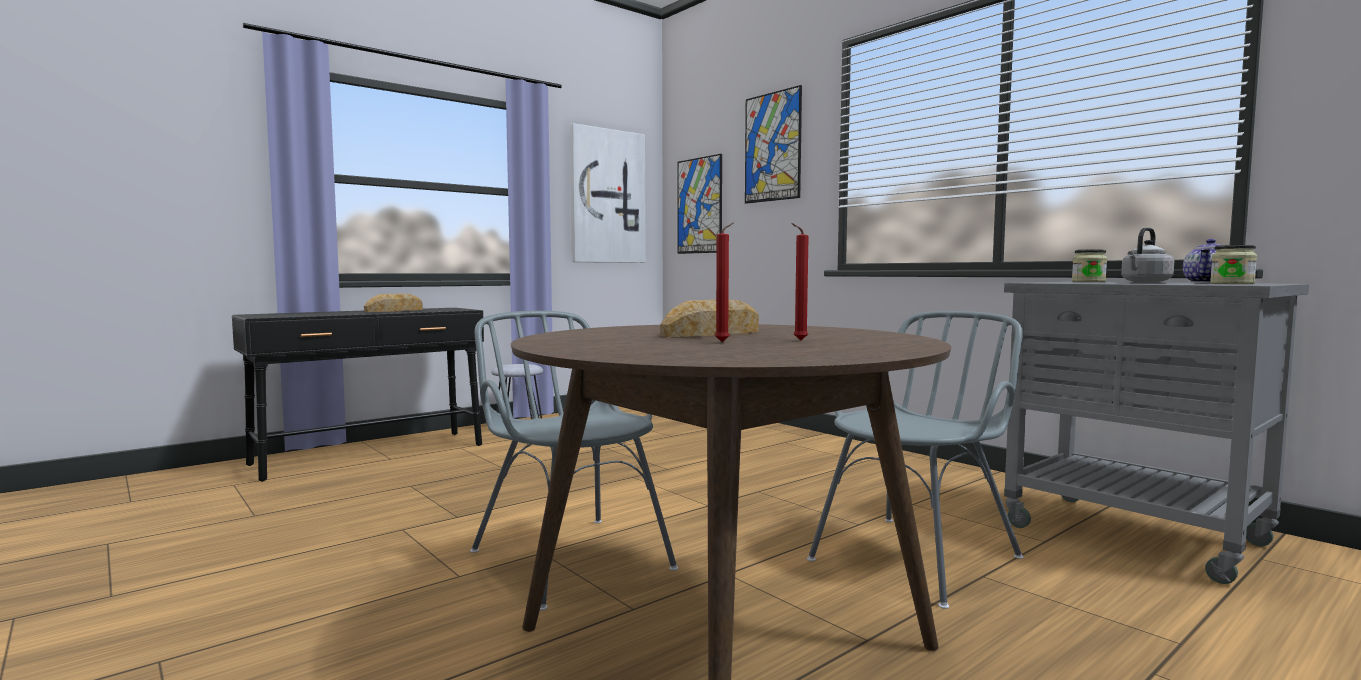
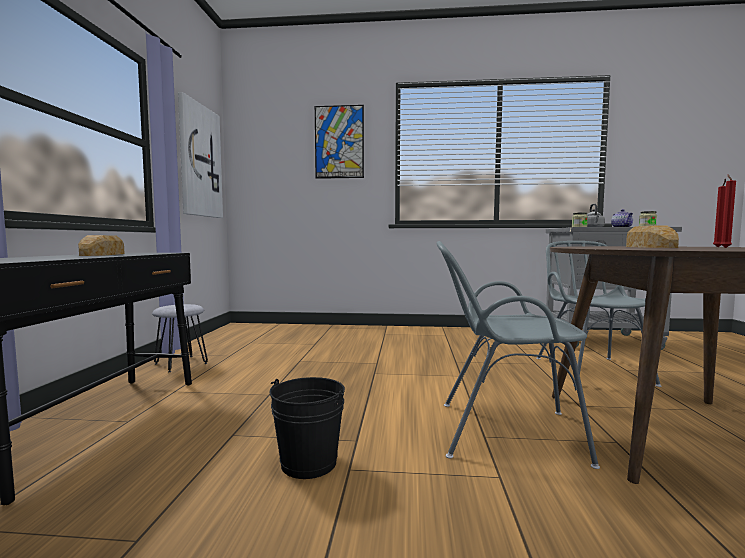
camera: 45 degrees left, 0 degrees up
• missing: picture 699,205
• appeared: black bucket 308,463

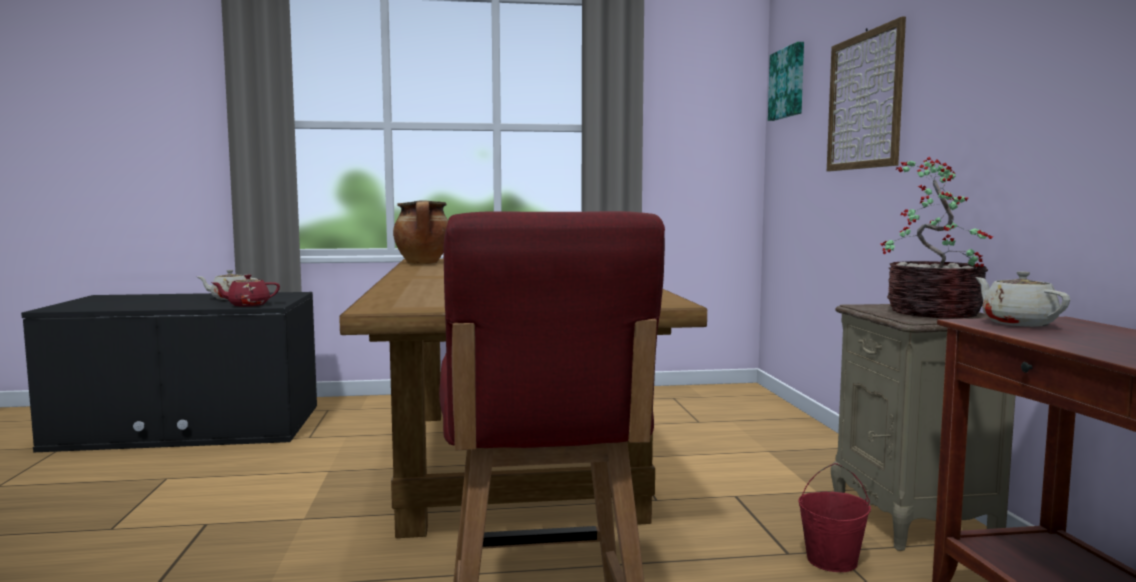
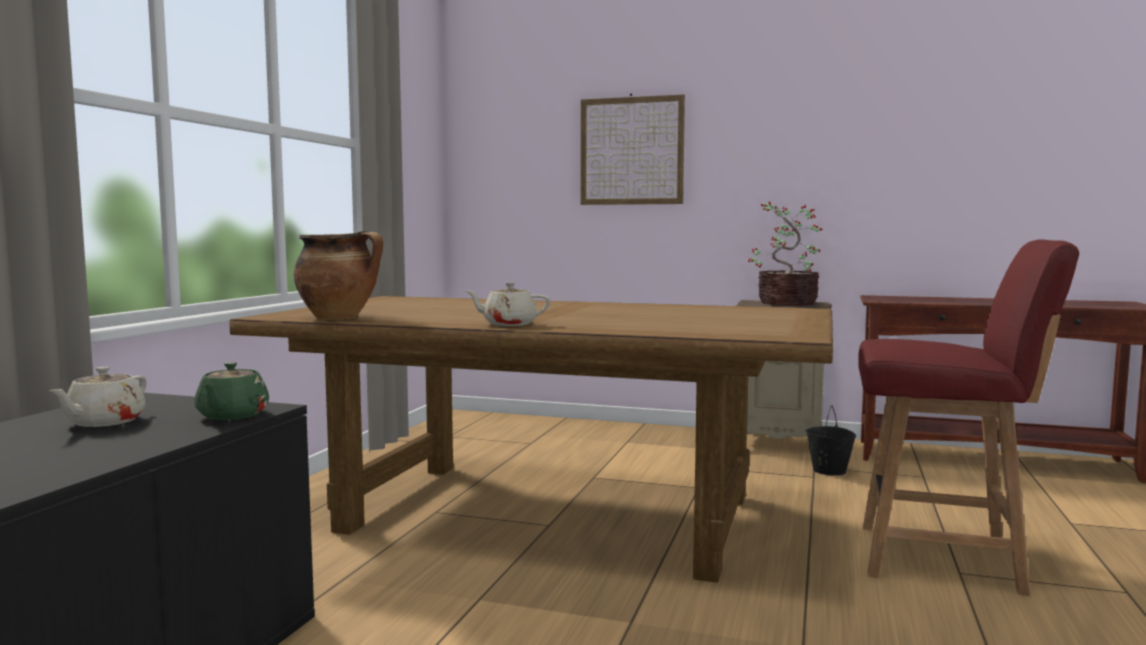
camera: 65 degrees left, 0 degrees up
• colour: red teapot 247,305 to green teapot 232,416
• missing: picture 788,83
• colour: red bucket 831,560 to black bucket 828,471
• relocated: beige teapot 1017,323 to 508,324

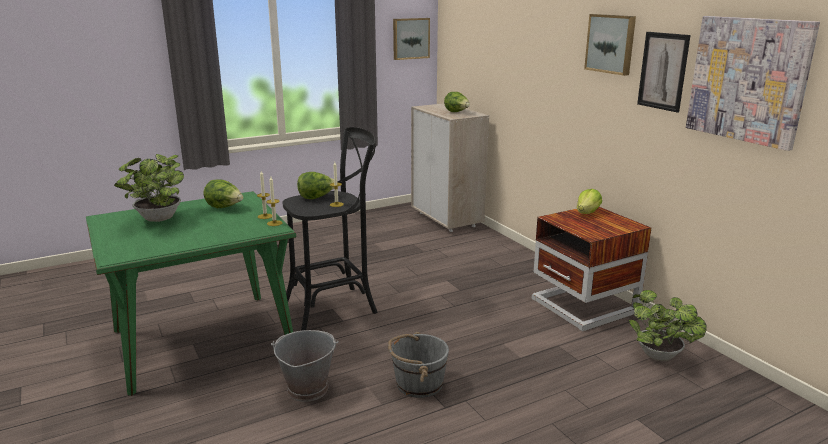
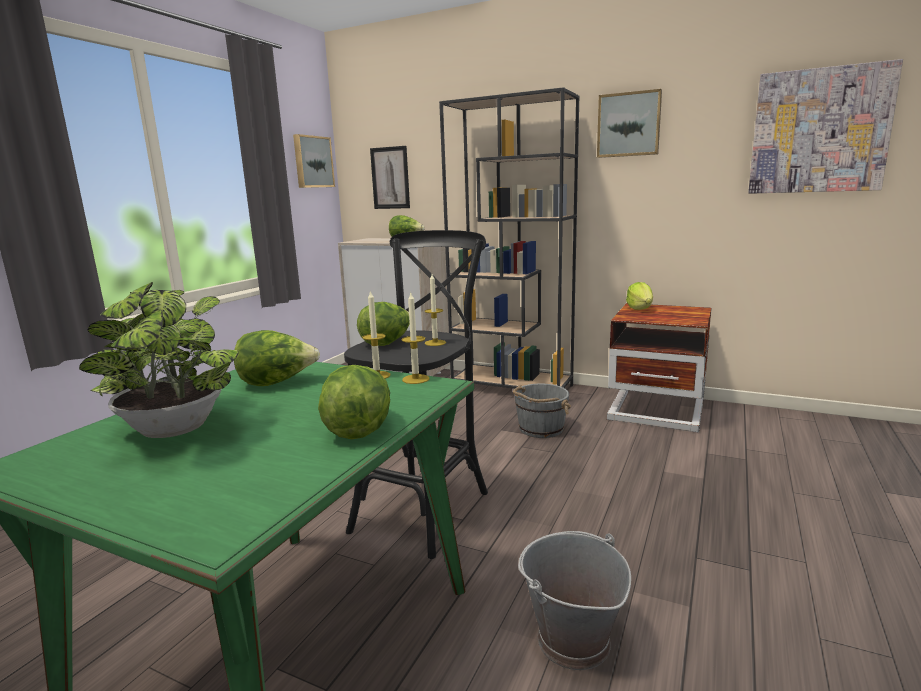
camera: 35 degrees left, 5 degrees down
• relocated: grey bucket 418,384 to 540,429
• missing: potted plant 661,357
• relocated: picture 663,71 to 390,178
• appeared: lettuce 358,428
• appeared: bookcase 512,387

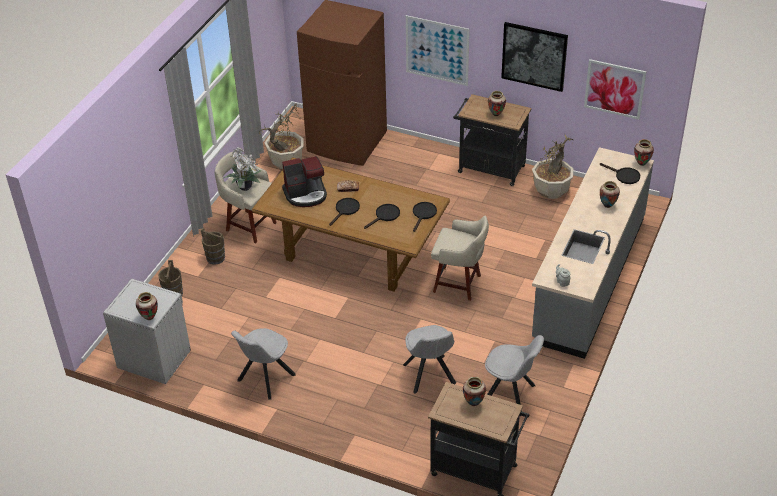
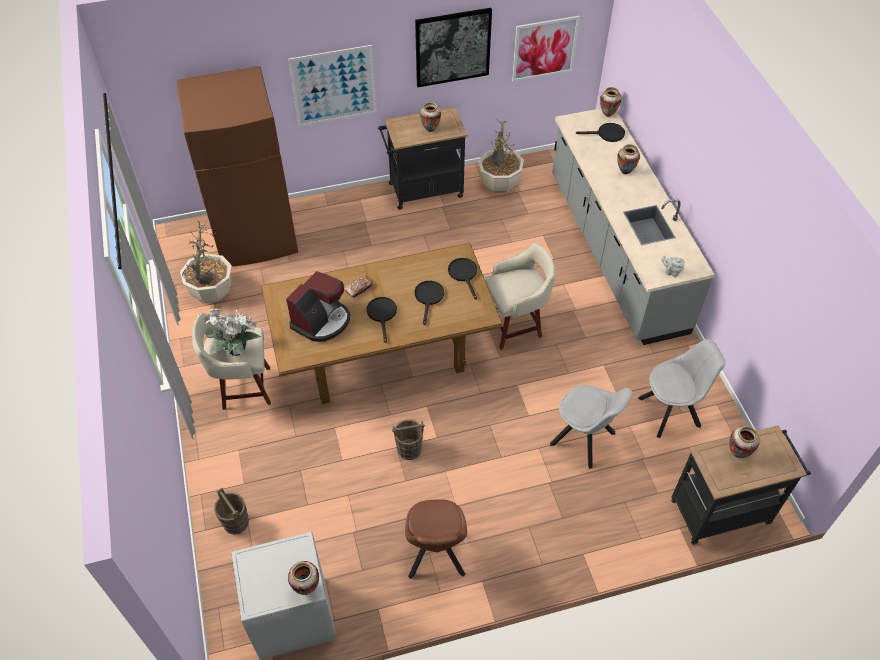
camera: 40 degrees left, 10 degrees up
• relocated: brown bucket 215,258 to 409,449
• colour: grey chair 265,378 to brown chair 435,555

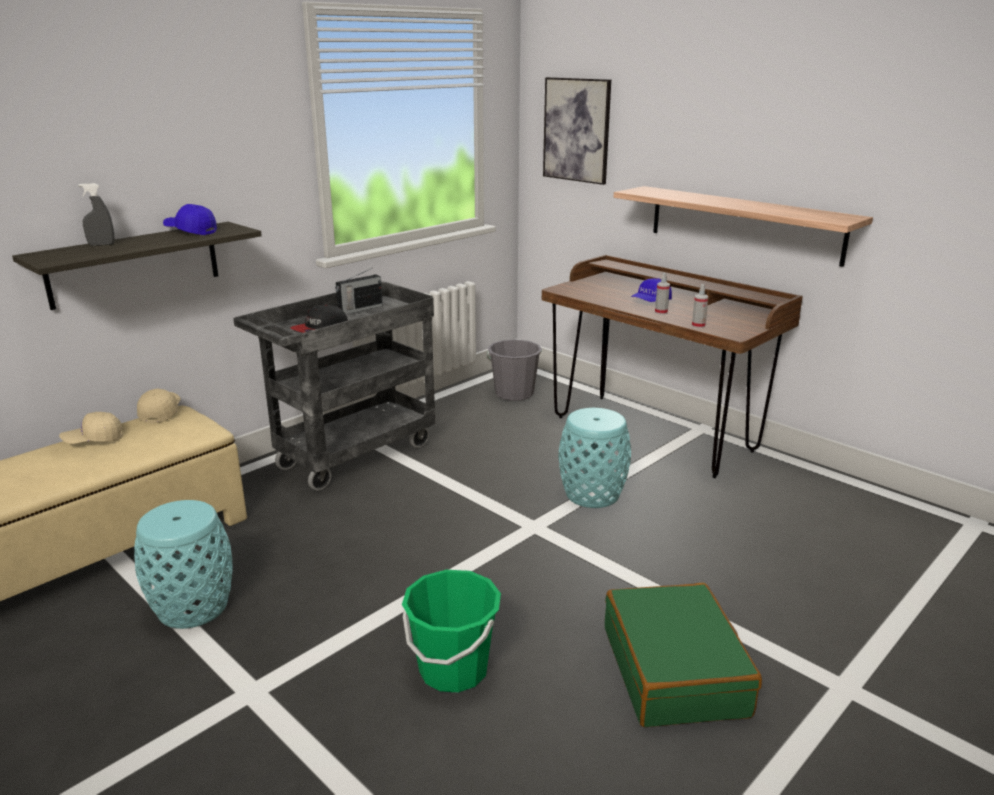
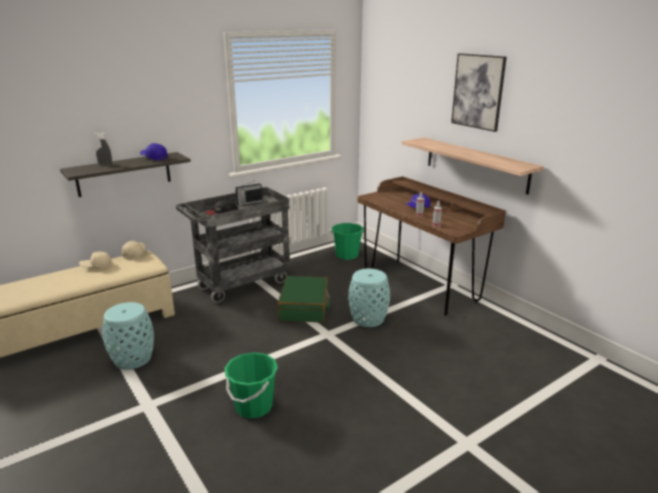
camera: 10 degrees right, 0 degrees up
• colour: grey bucket 514,394 to green bucket 347,255
• relocated: picture 576,130 to 478,91
• relocated: green suitcase 675,671 to 304,307

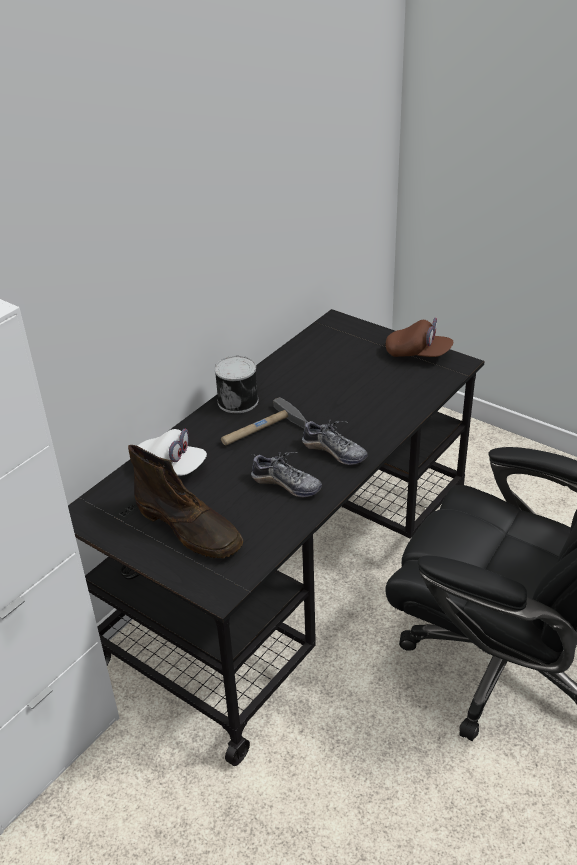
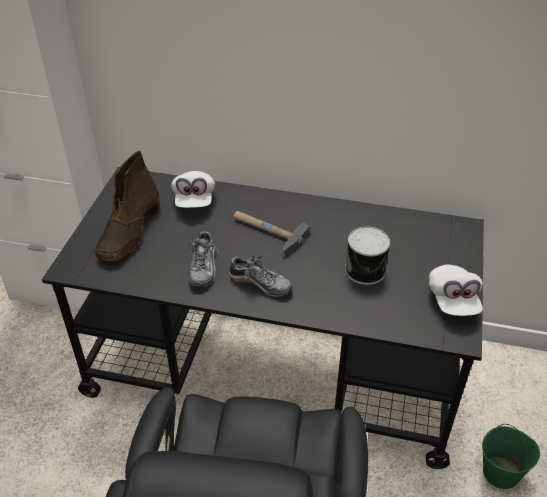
camera: 65 degrees right, 5 degrees up
• relocated: can 238,400 to 366,270
• spun: shoe 334,451 = 260,283 75 degrees counterclockwise
• colour: brown cap 418,354 to white cap 452,300
• appeared: green bucket 501,472

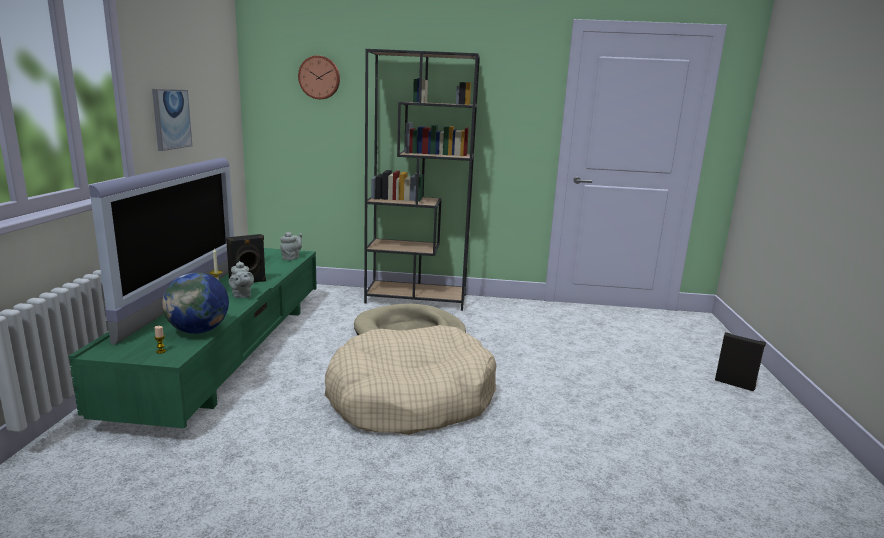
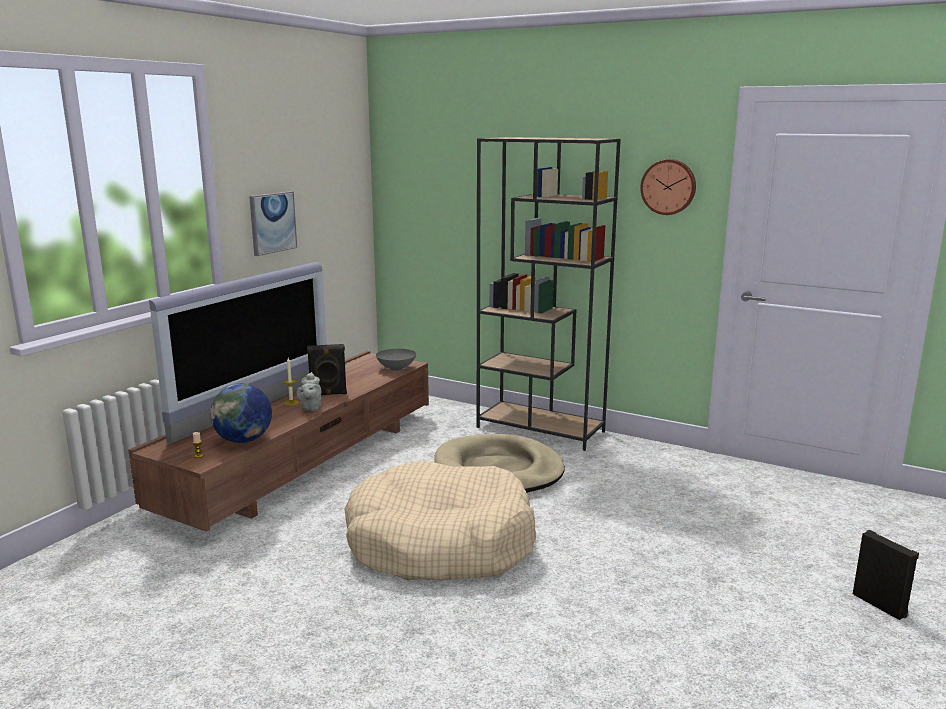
camera: 25 degrees right, 0 degrees up
• colour: green tv stand 228,349 to brown tv stand 304,461
• exchanged: grey teapot 291,257 to grey bowl 395,368
• relocated: wall clock 319,77 to 668,187

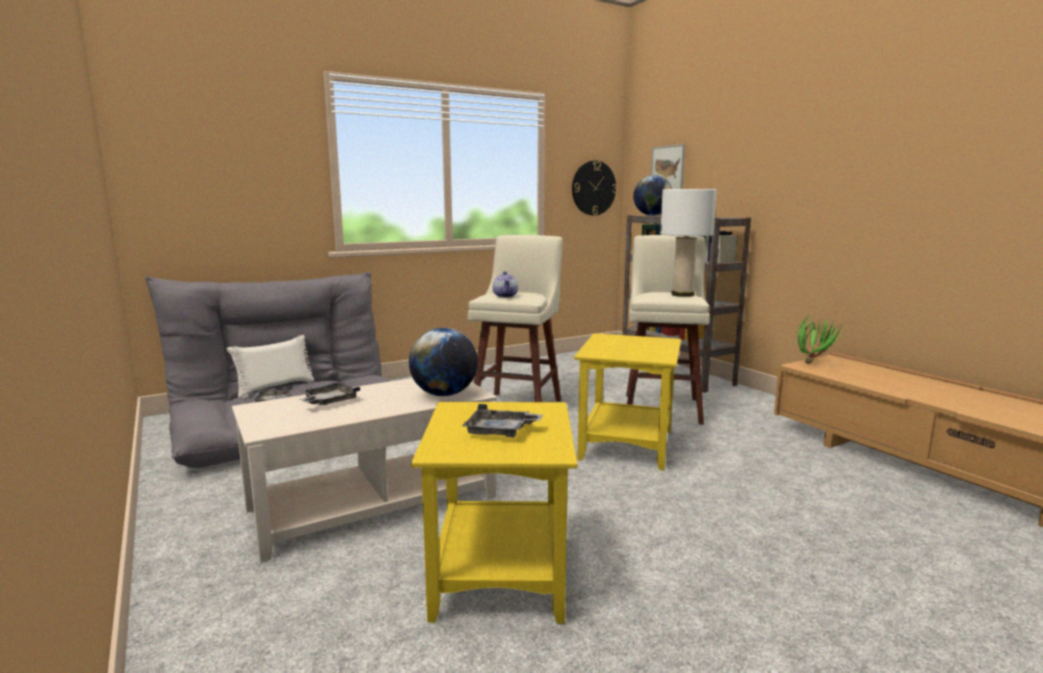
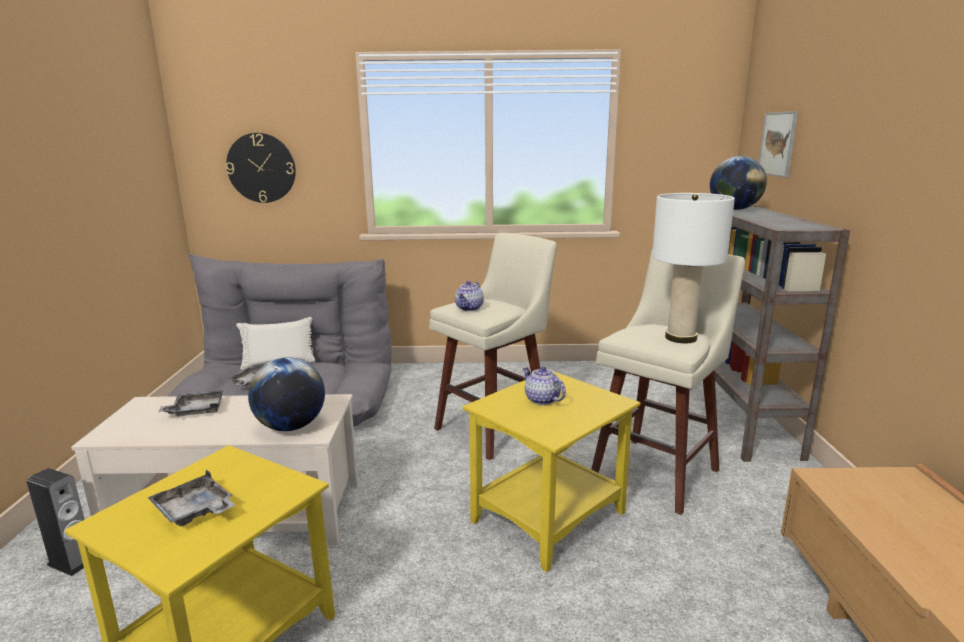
camera: 30 degrees right, 5 degrees up
• relocated: wall clock 593,188 to 261,168
• missing: potted plant 813,363
• appeared: speaker 72,562
• appeared: teapot 541,399

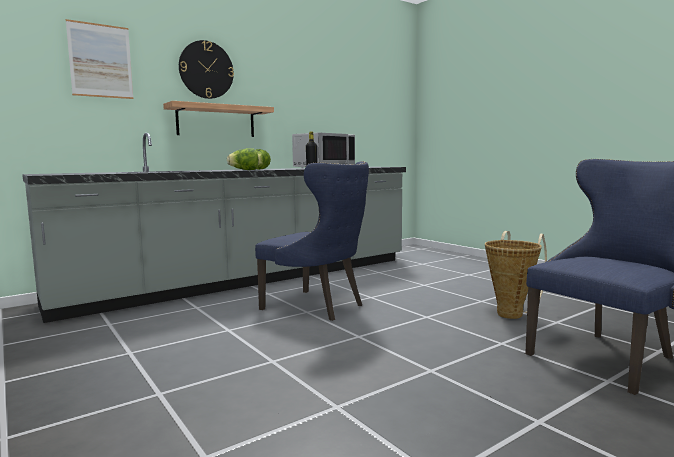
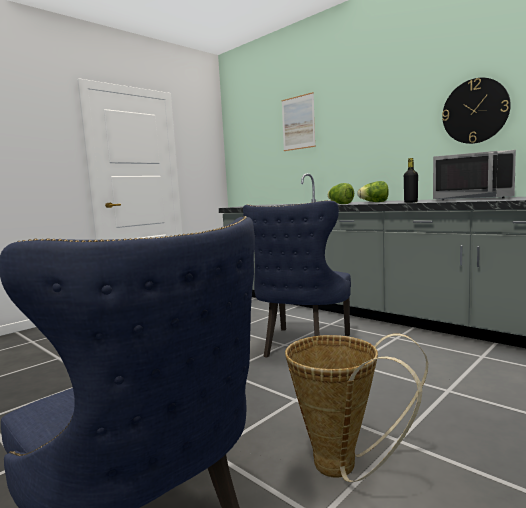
camera: 80 degrees right, 0 degrees up
• missing: shelf 216,121
• relocated: wall clock 206,70 to 475,111

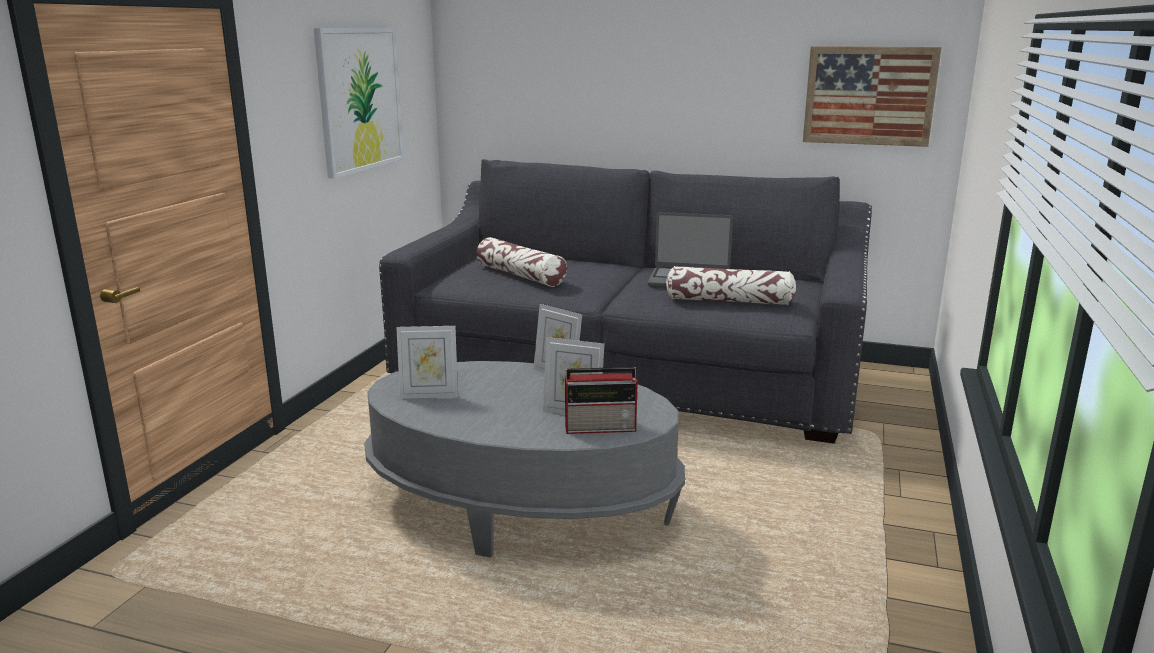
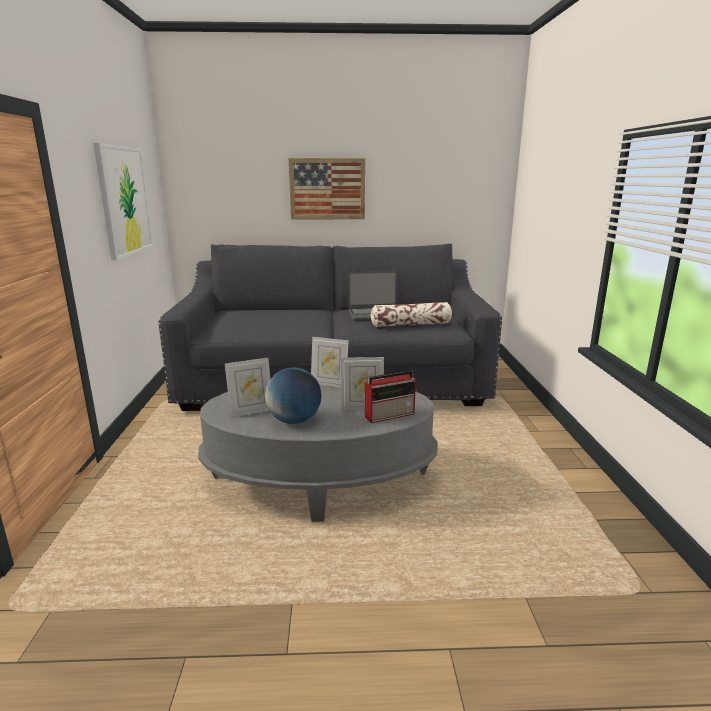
camera: 20 degrees left, 0 degrees up
• missing: pillow 521,275
• relocated: picture 869,96 to 327,189
• appeared: globe 294,420

